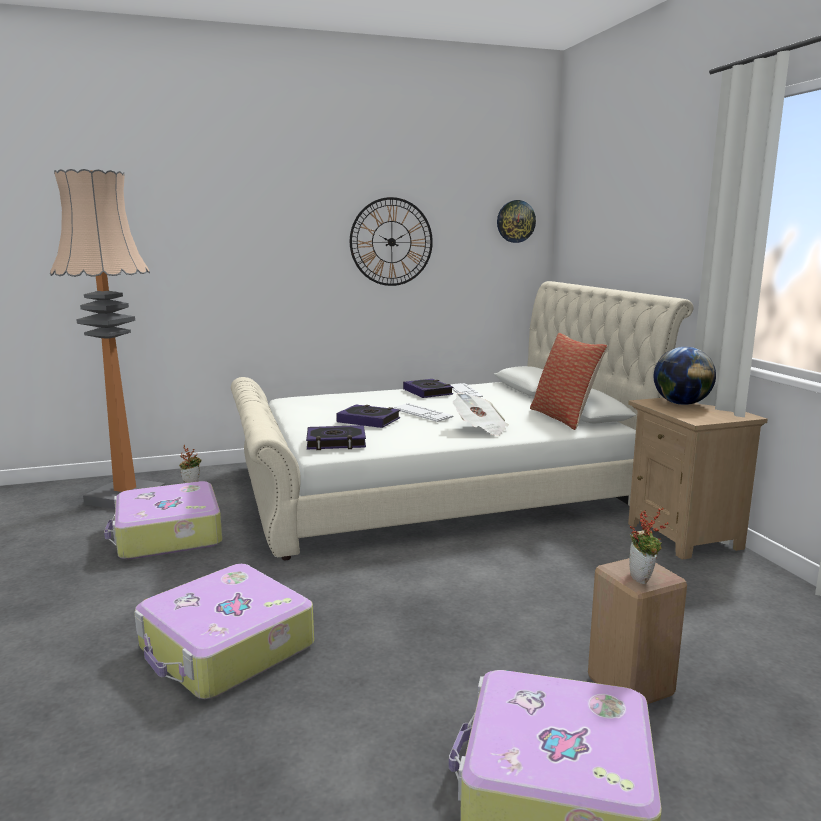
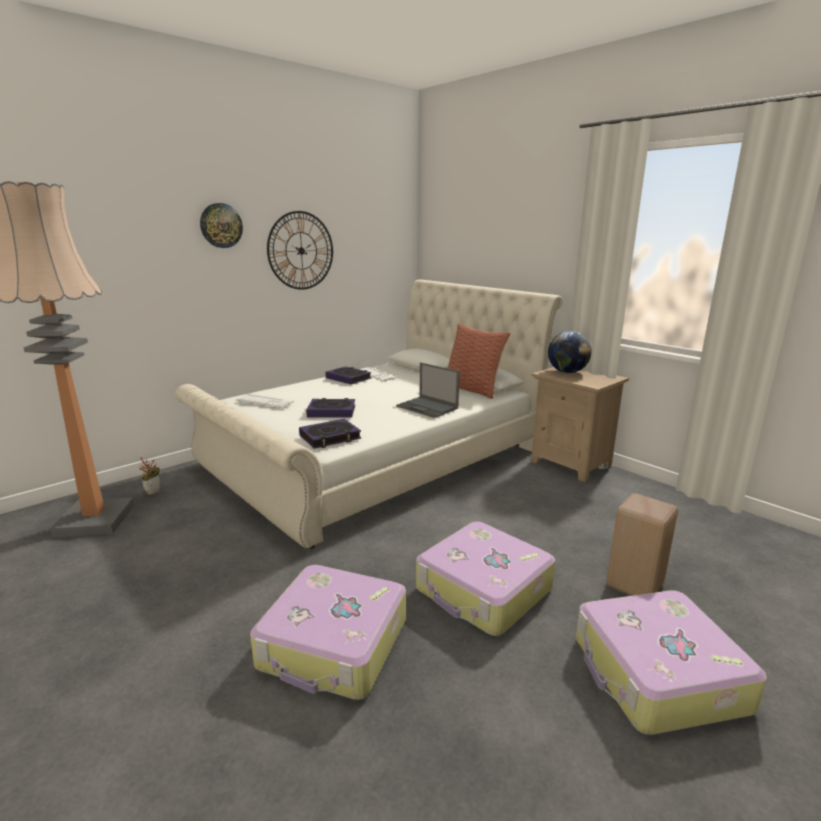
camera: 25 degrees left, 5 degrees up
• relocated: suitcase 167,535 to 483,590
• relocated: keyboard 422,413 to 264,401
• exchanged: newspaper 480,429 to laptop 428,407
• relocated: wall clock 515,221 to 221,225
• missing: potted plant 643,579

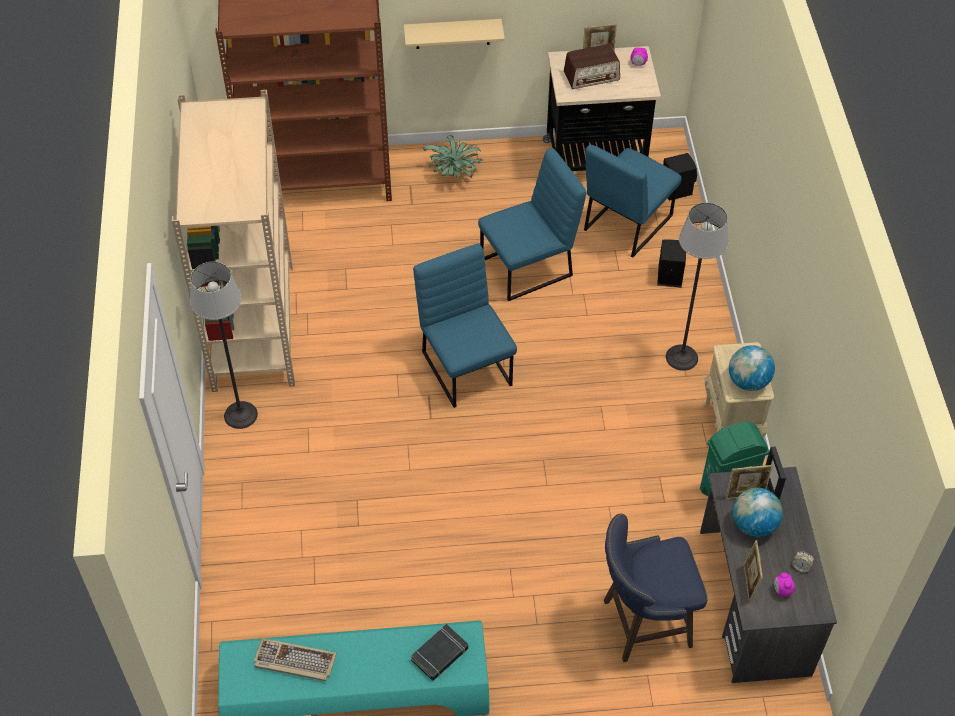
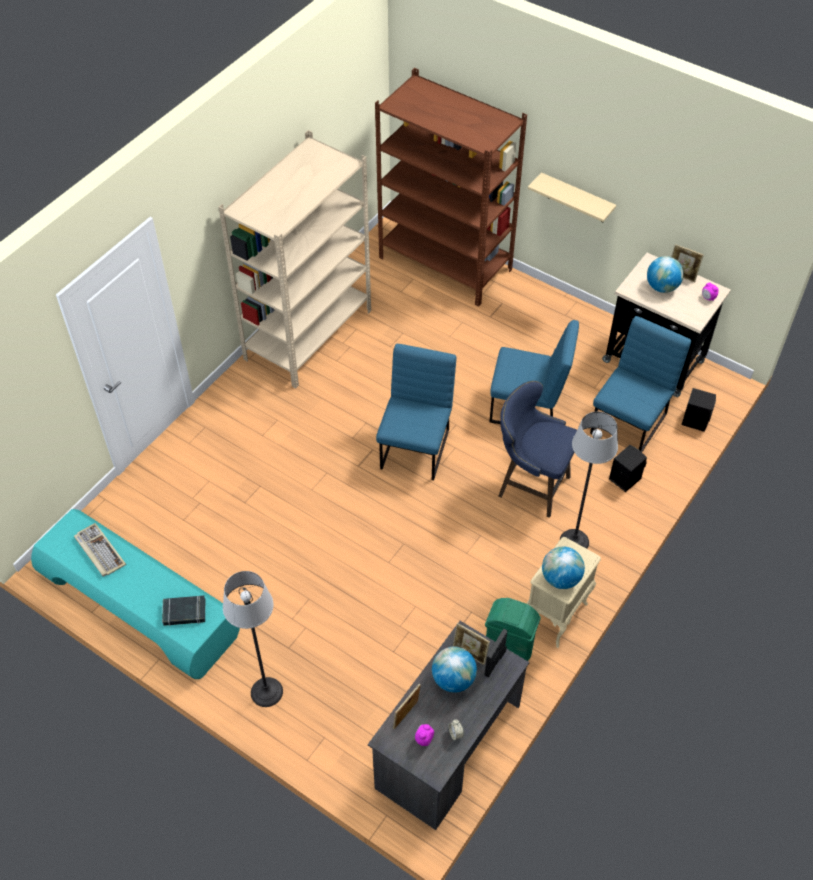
camera: 40 degrees right, 0 degrees up
• relocated: floor lamp 240,415 to 266,692
• missing: potted plant 455,173
• exchanged: radio 592,76 to globe 662,287
• spun: blue chair 626,224 = 630,422 135 degrees clockwise
• relocated: blue stool 642,624 to 530,485

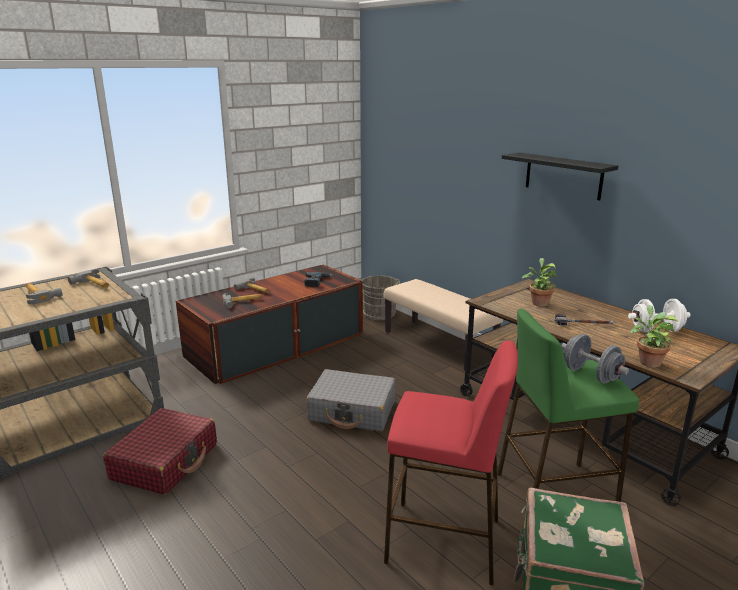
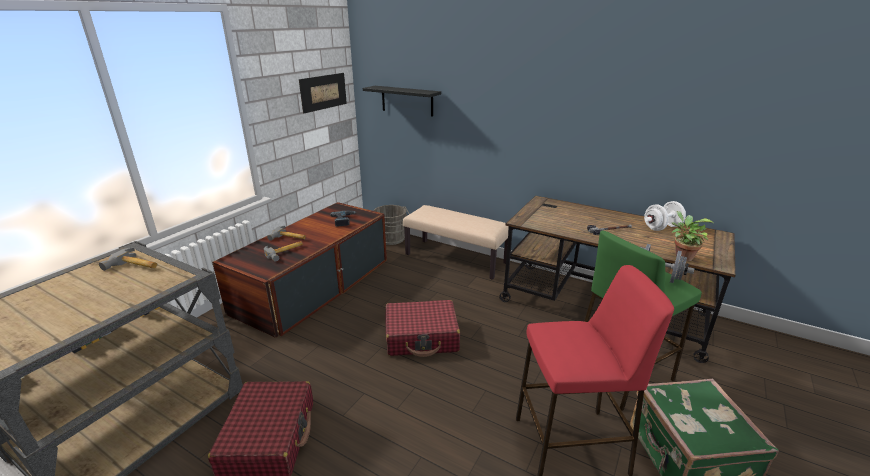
camera: 20 degrees left, 5 degrees up
• missing: hammer 39,295
• colour: grey suitcase 352,411 to red suitcase 422,337
• relocated: black shelf 563,176 to 407,101
• missing: potted plant 538,302
• appeared: picture 323,92

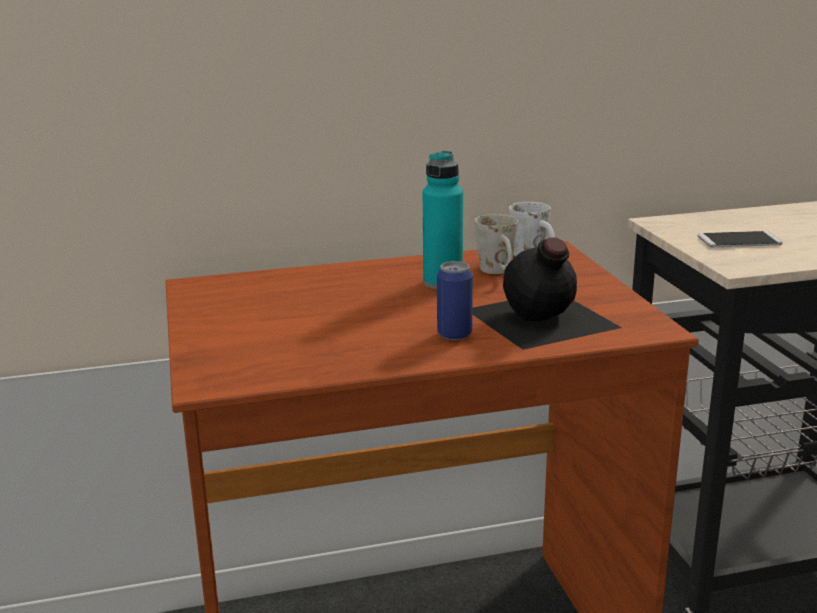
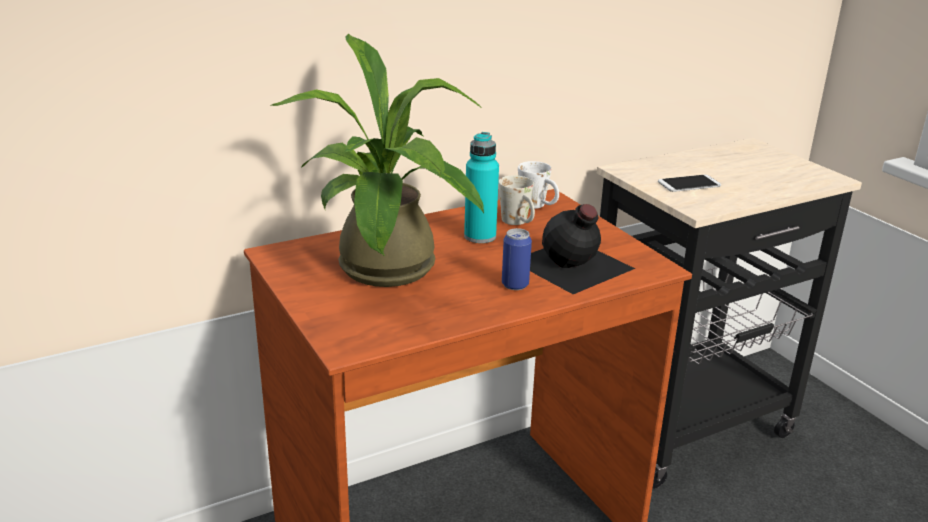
camera: 15 degrees left, 5 degrees up
• appeared: potted plant 388,274

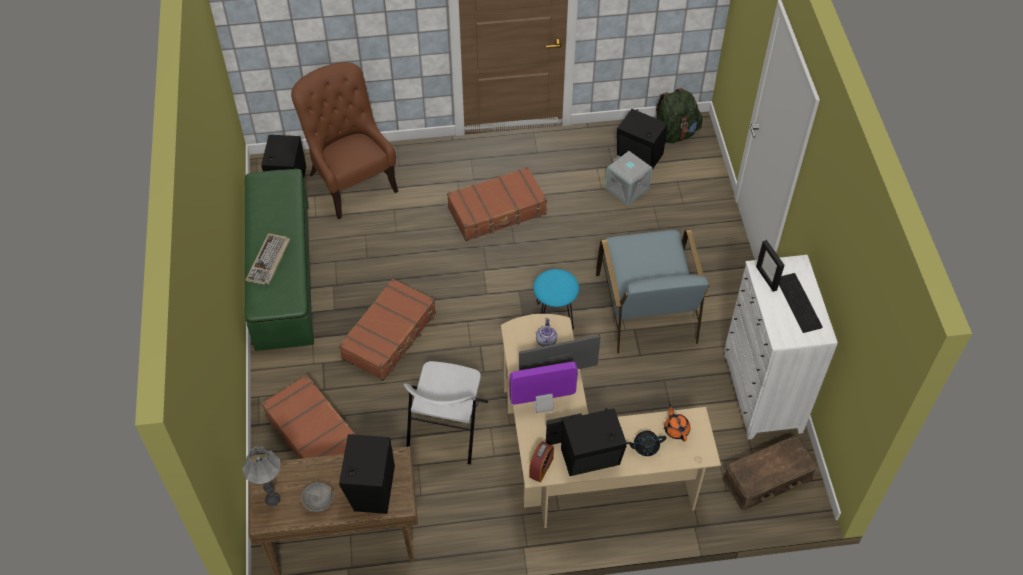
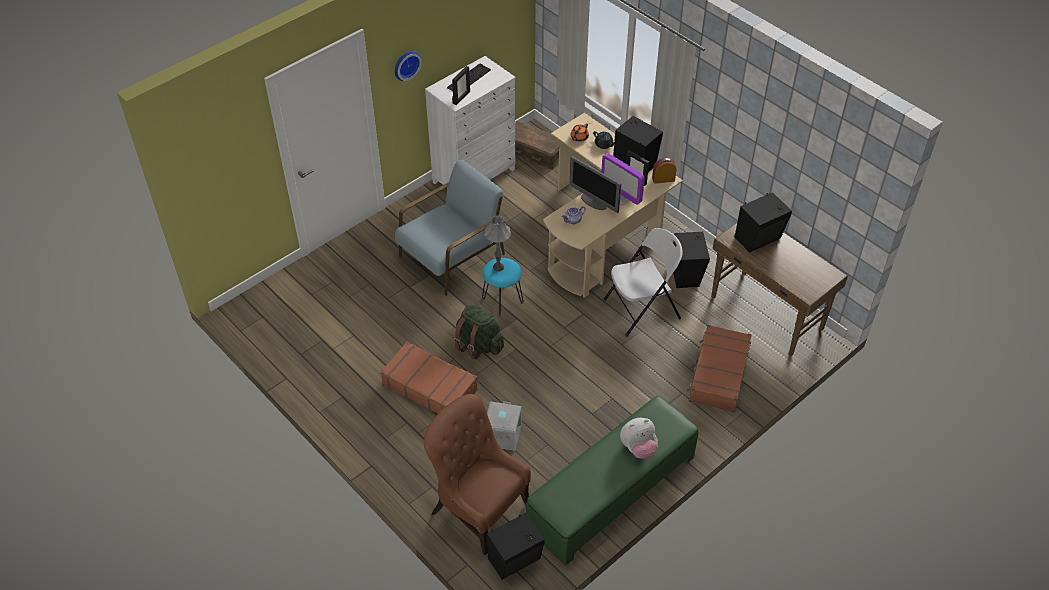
camera: 125 degrees left, 5 degrees down
• relocated: grey table lamp 273,499 to 498,267
• exchanged: keyboard 269,261 to plush toy 638,448
• spun: brown chair 351,182 = 478,509 105 degrees clockwise
• missing: grey bowl 318,502
• missing: brown suitcase 390,336
• relocated: grey storage box 628,187 to 502,434
• relocated: black speaker 639,156 to 686,273
• relocated: green backpack 674,134 to 479,345
• appeared: wall clock 406,64

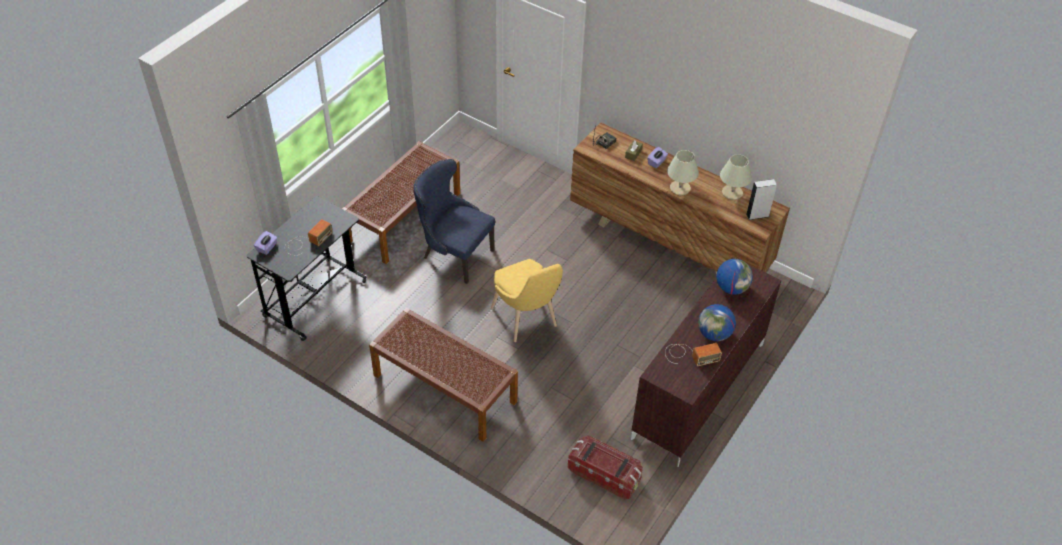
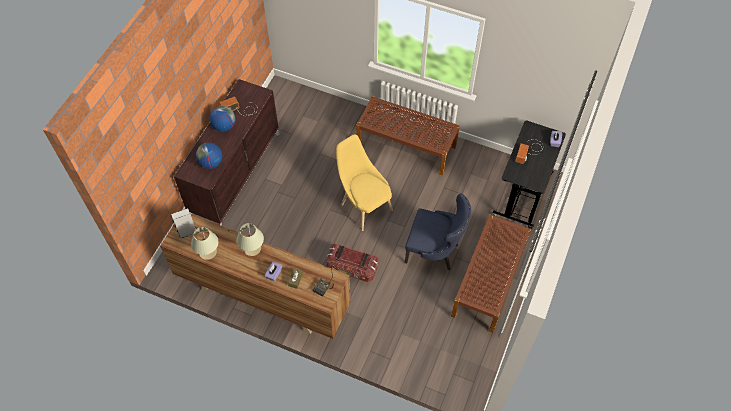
camera: 170 degrees right, 10 degrees up
• relocated: storage box 604,474 to 352,268

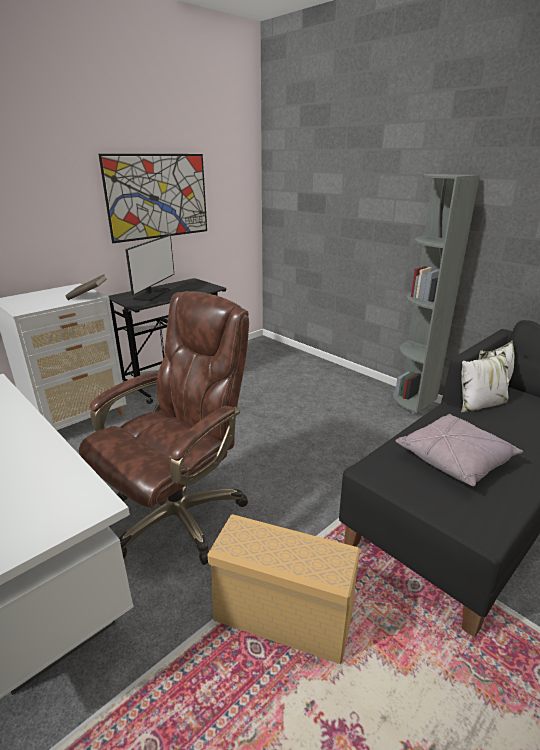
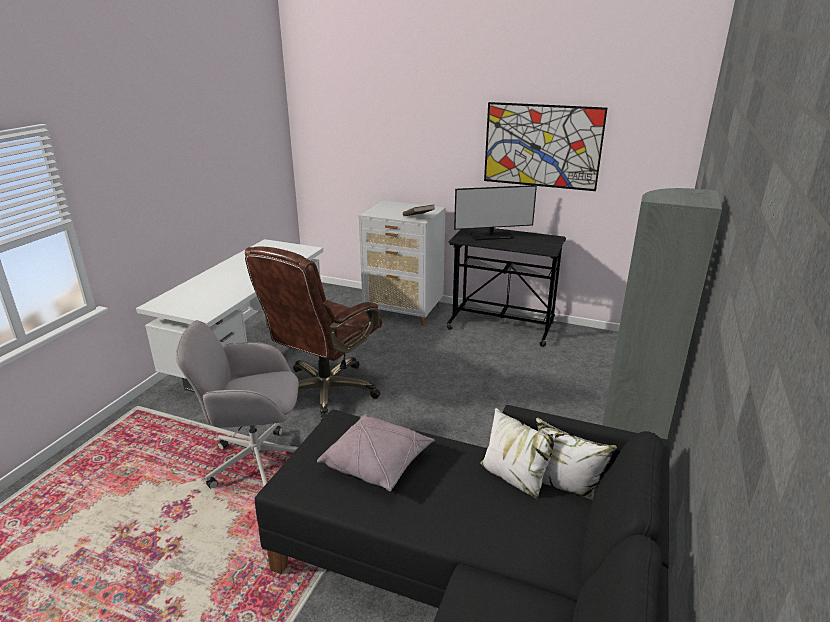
camera: 65 degrees right, 0 degrees up
• spun: brown office chair 177,516 = 325,391 105 degrees clockwise
• exchanged: beige storage box 280,617 to grey office chair 256,463

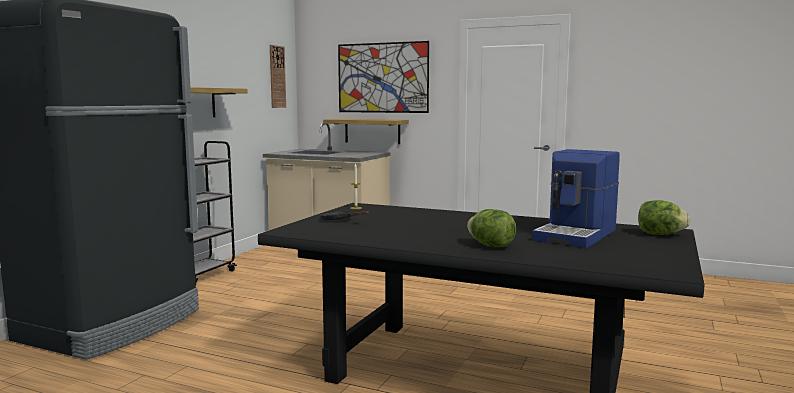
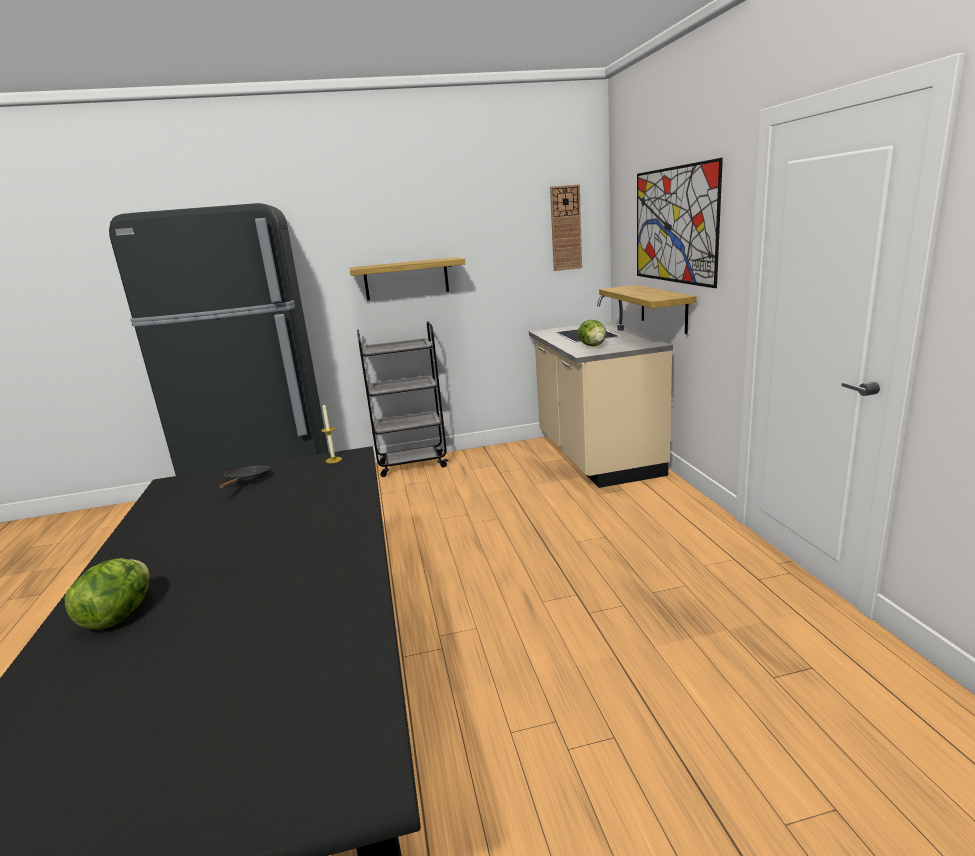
camera: 55 degrees right, 10 degrees up
• missing: coffee machine 577,235
• relocated: lettuce 660,234 to 593,346

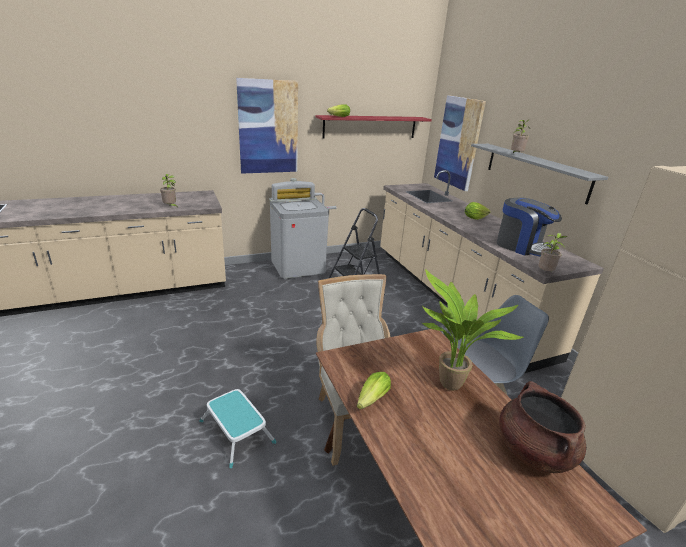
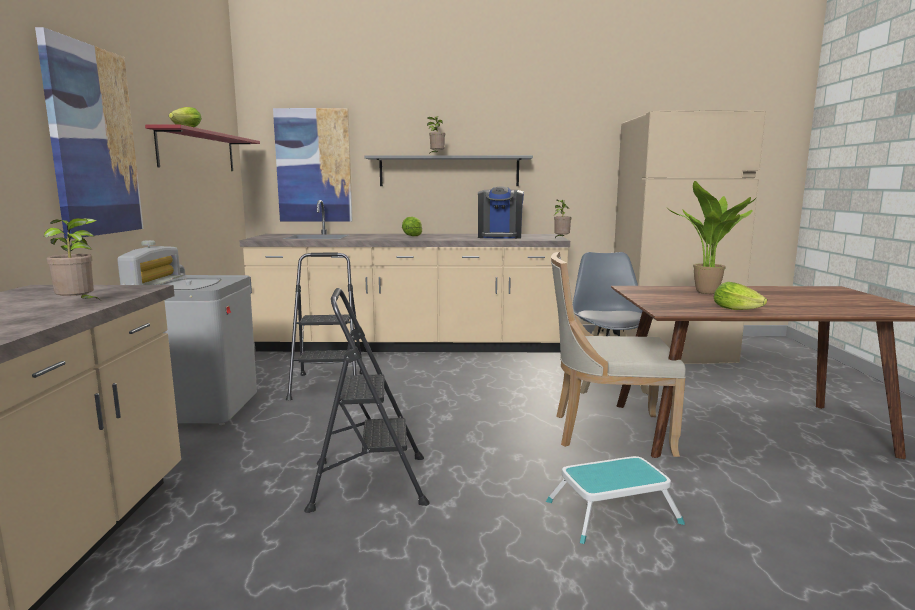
camera: 65 degrees left, 15 degrees down
• spun: coffee machine 521,246 = 500,237 120 degrees clockwise
• missing: brown cooking pot 533,451
• appeared: black step ladder 365,482

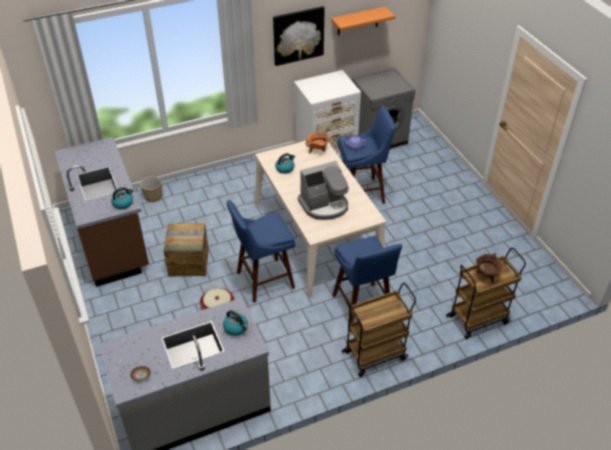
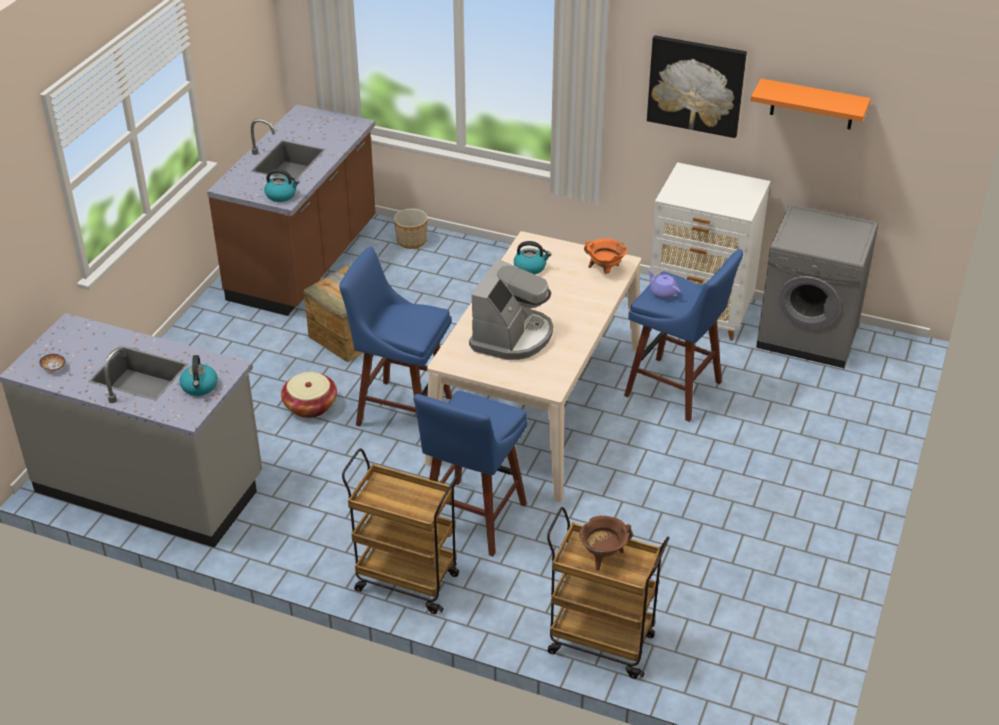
camera: 45 degrees right, 5 degrees down
• spun: coffee machine 324,205 = 512,336 90 degrees counterclockwise

